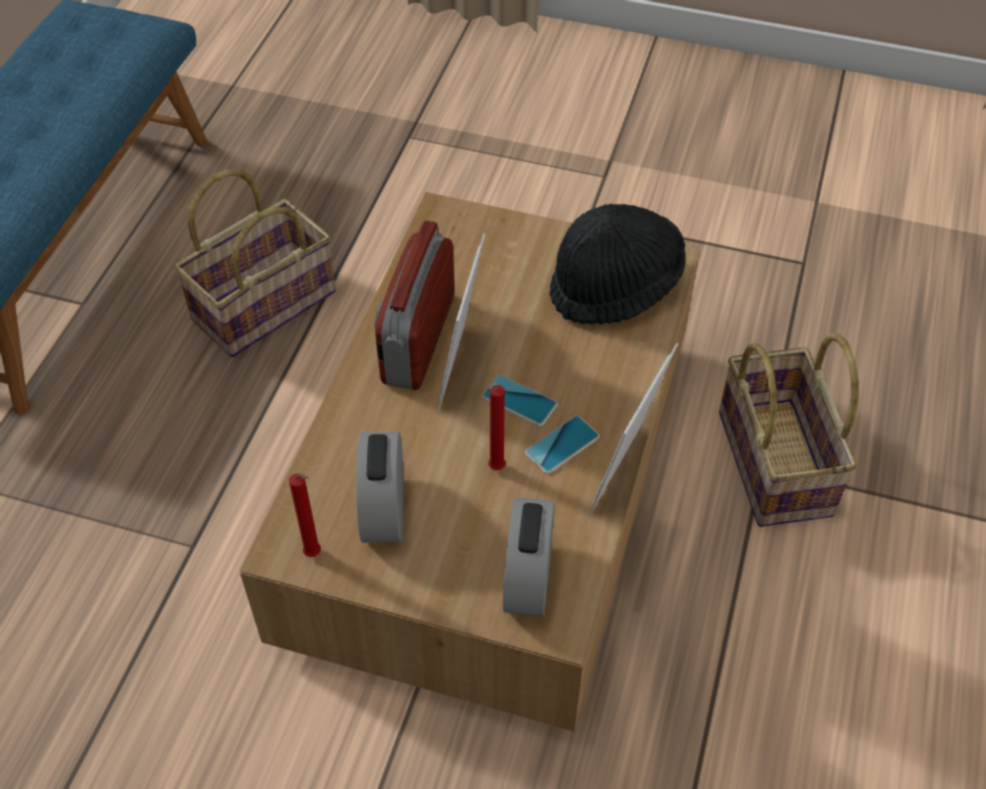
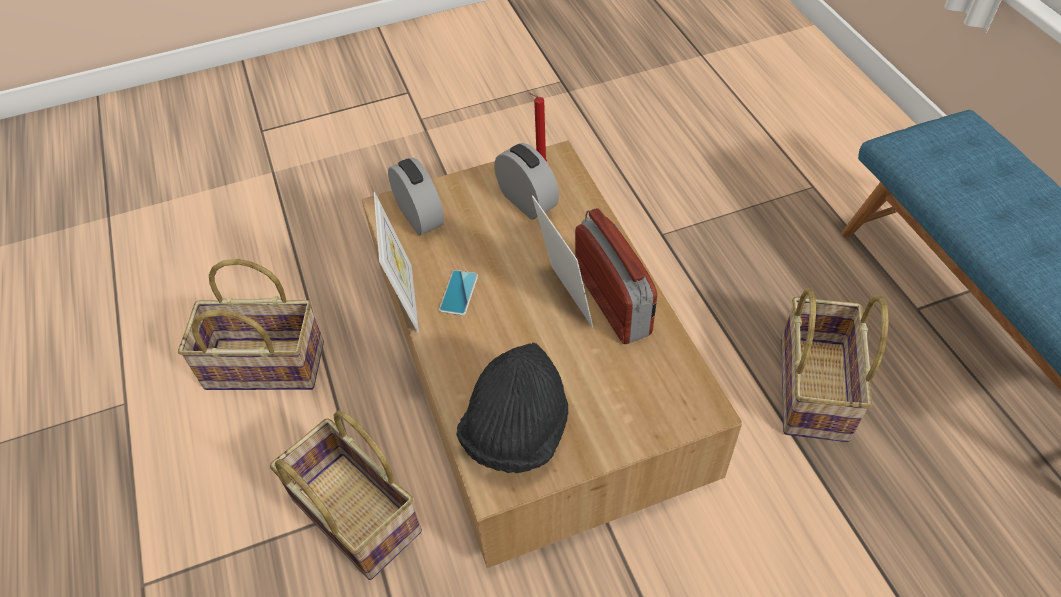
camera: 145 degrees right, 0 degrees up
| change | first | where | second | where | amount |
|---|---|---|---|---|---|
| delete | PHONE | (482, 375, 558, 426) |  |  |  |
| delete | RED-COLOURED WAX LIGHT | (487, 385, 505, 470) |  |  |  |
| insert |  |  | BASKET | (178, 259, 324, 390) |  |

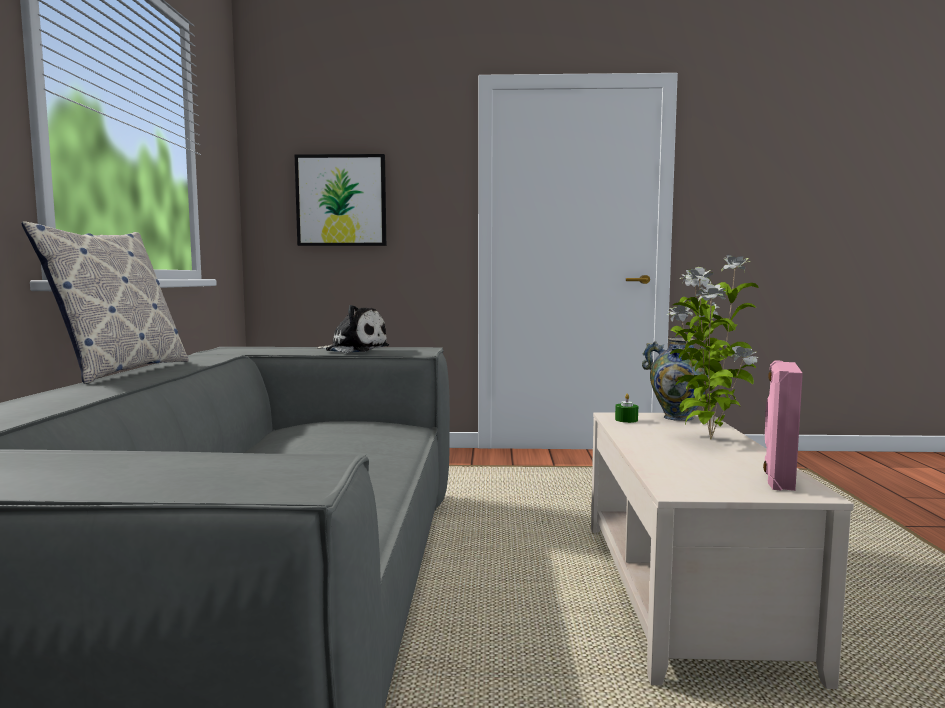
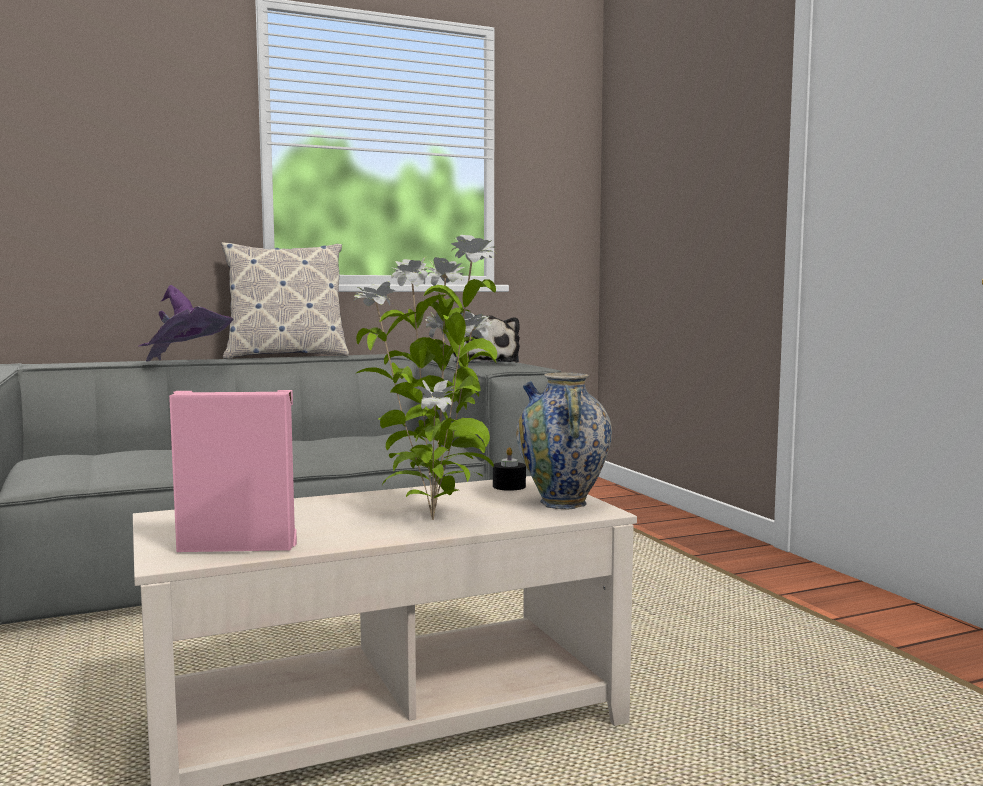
camera: 65 degrees right, 0 degrees up
| change | first | where | second | where | amount |
|---|---|---|---|---|---|
| delete | WALL PICTURE | (295, 154, 386, 246) |  |  |  |
| insert |  |  | PURPLE WEARABLE HAT | (138, 285, 233, 362) |  |
| recolor | GREEN-COLOURED WAX LIGHT | (615, 394, 638, 423) | BLACK-COLOURED WAX LIGHT | (493, 447, 526, 491) |  |

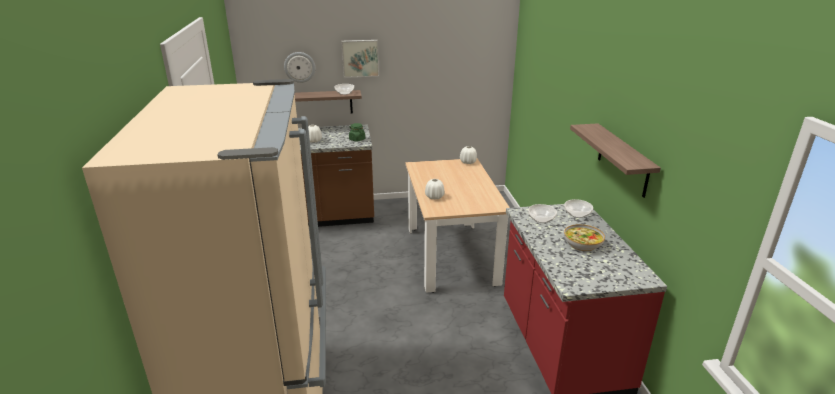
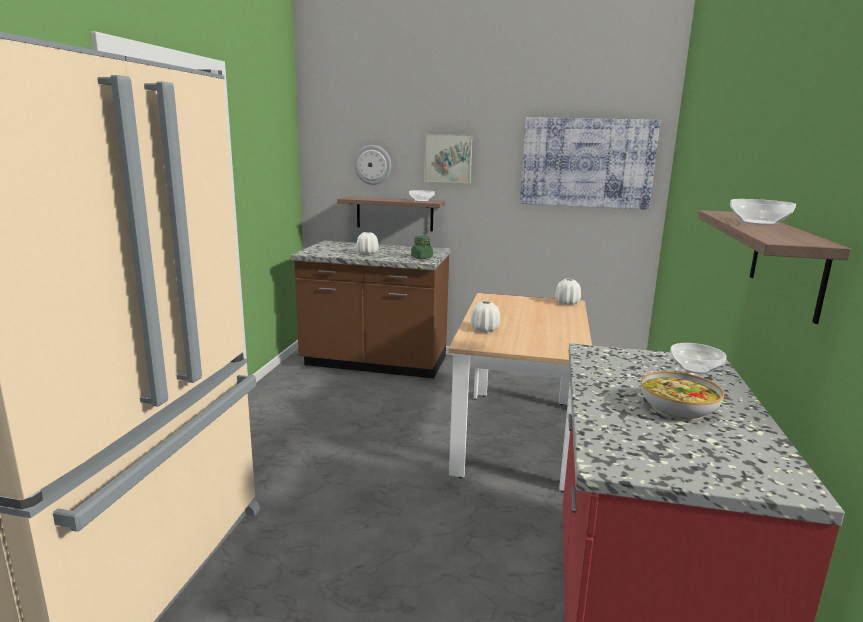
camera: 20 degrees right, 10 degrees down
| change | first | where | second | where | amount |
|---|---|---|---|---|---|
| insert |  |  | WALL PICTURE | (520, 117, 661, 210) |  |
| move | DEEP DISH | (528, 204, 557, 223) |  | (730, 199, 796, 225) |  |

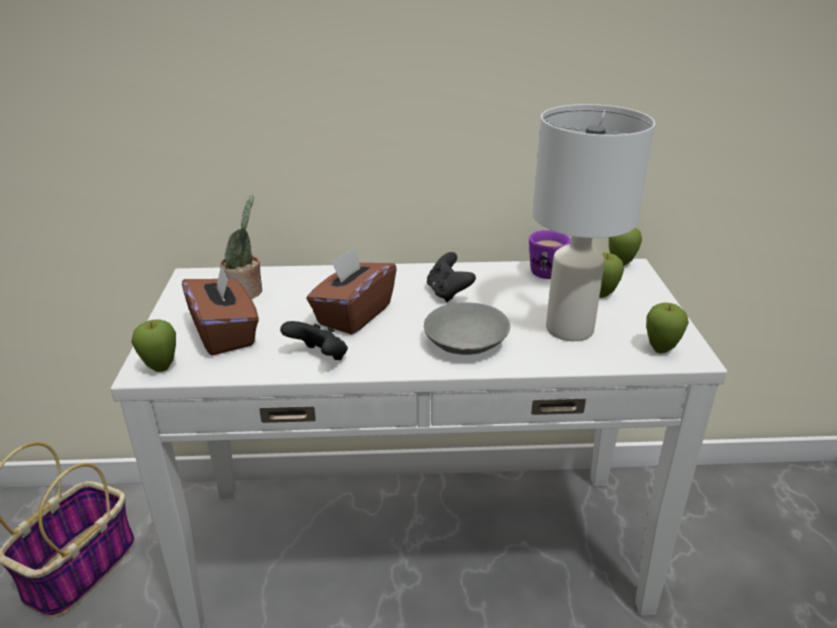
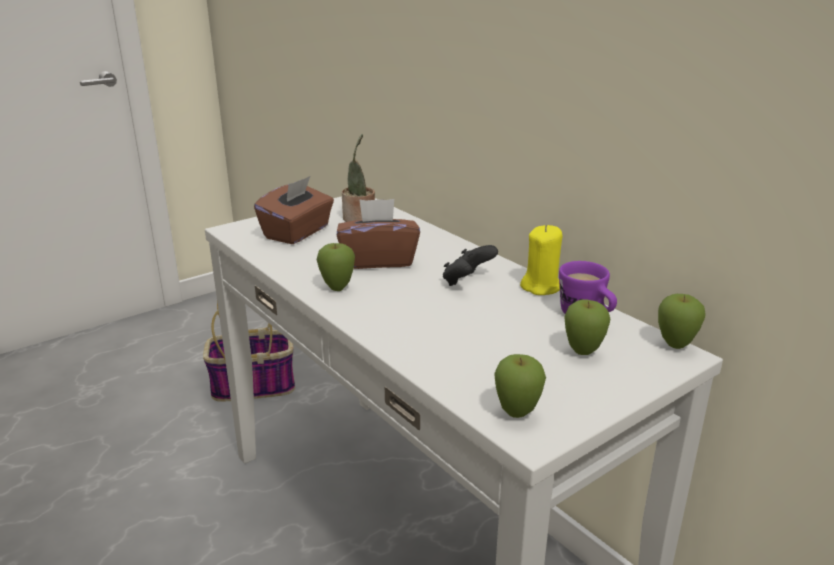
camera: 55 degrees right, 5 degrees down
| change | first | where | second | where | amount |
|---|---|---|---|---|---|
| delete | BLACK-COLOURED GAME CONTROLLER | (280, 321, 348, 360) |  |  |  |
| delete | GRAY DEEP DISH | (424, 303, 510, 355) |  |  |  |
| delete | WHITE-COLOURED TABLETOP LAMP | (532, 104, 655, 341) |  |  |  |
| insert |  |  | YELLOW-COLOURED WAX LIGHT | (520, 225, 562, 295) |  |
| move | APPLE FRUIT | (131, 320, 176, 372) |  | (316, 243, 355, 291) |  |

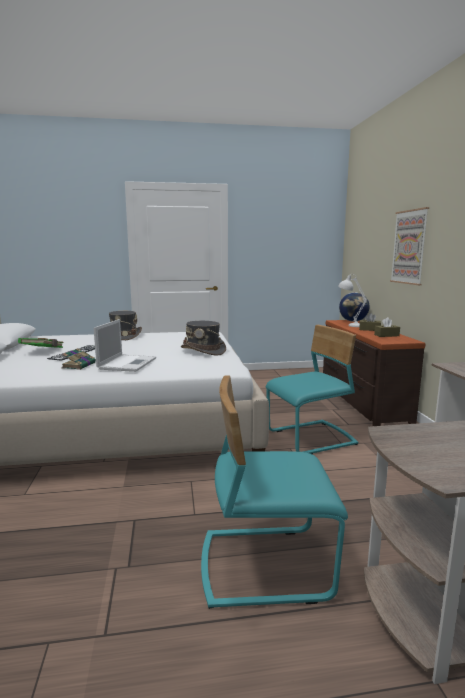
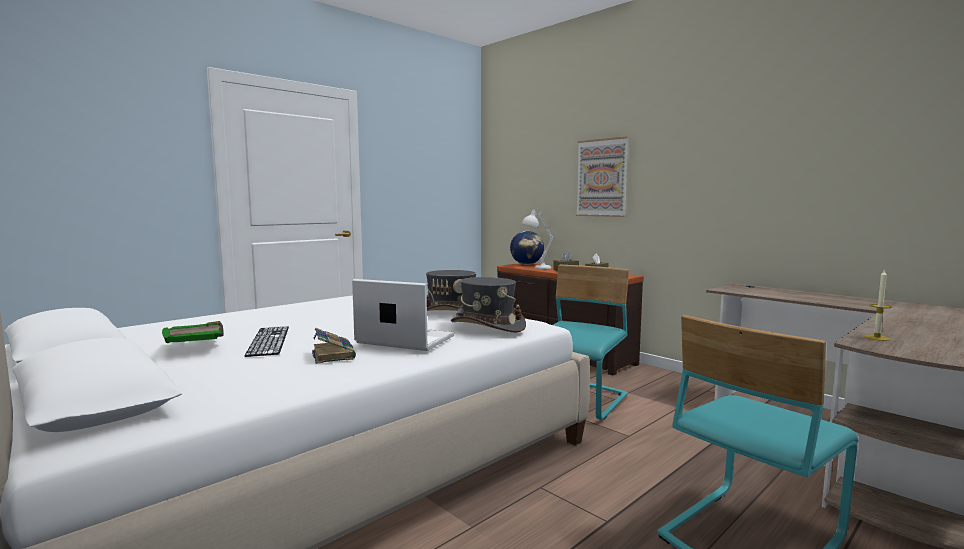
camera: 35 degrees left, 5 degrees down
| change | first | where | second | where | amount |
|---|---|---|---|---|---|
| insert |  |  | WAX LIGHT | (864, 269, 892, 341) |  |
| move | GRAY WEARABLE HAT | (109, 311, 142, 340) |  | (451, 277, 526, 333) |  |
| rotate | NOTEBOOK COMPUTER | (94, 319, 156, 372) |  | (352, 279, 454, 351) | 45 degrees counterclockwise |

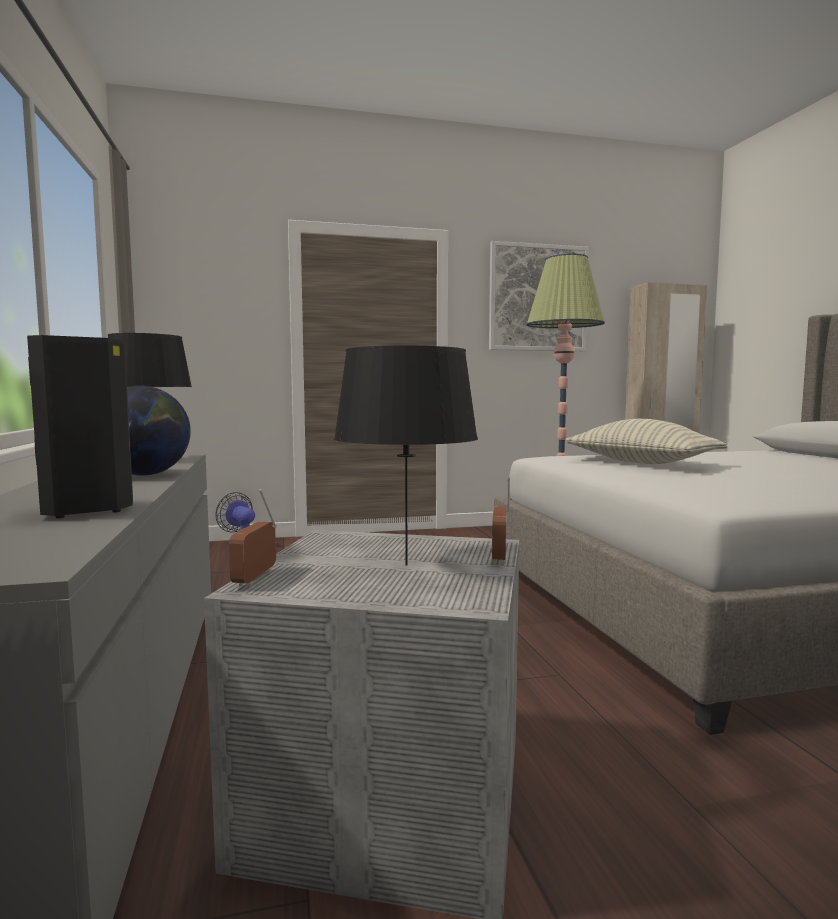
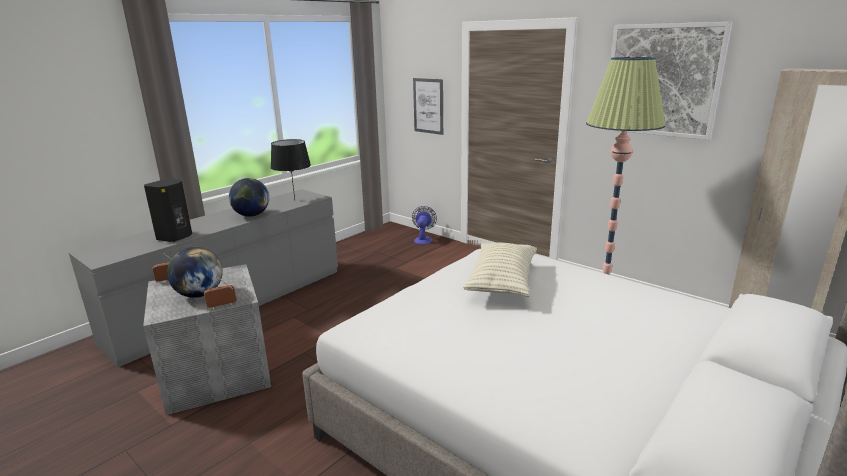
camera: 55 degrees right, 15 degrees up
| change | first | where | second | where | amount |
|---|---|---|---|---|---|
| insert |  |  | WALL PICTURE | (413, 78, 443, 135) |  |
| replace | BLACK-COLOURED TABLETOP LAMP | (334, 346, 478, 565) | WORLD GLOBE | (167, 247, 223, 298) |  |

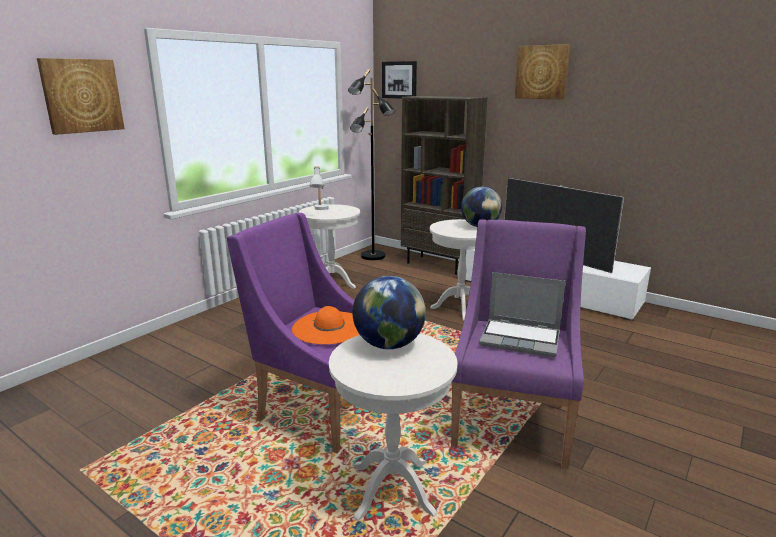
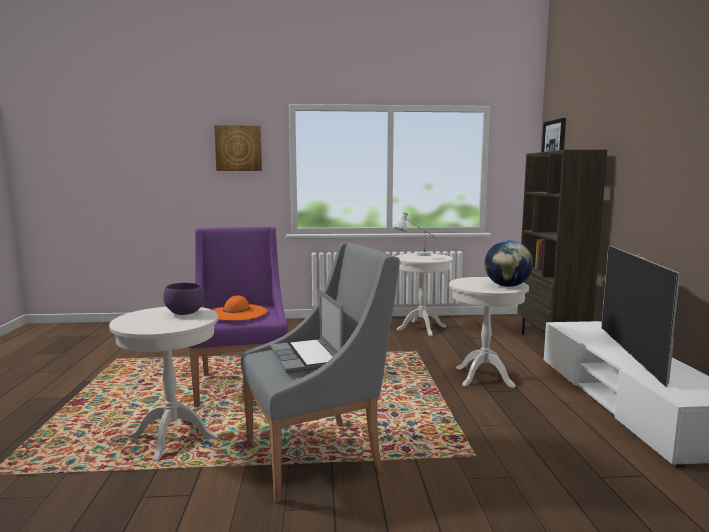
camera: 50 degrees right, 10 degrees down
| change | first | where | second | where | amount |
|---|---|---|---|---|---|
| delete | BLACK-COLOURED FLOOR LAMP | (348, 69, 395, 260) |  |  |  |
| delete | WALL PICTURE | (515, 44, 570, 100) |  |  |  |
| replace | WORLD GLOBE | (353, 276, 426, 349) | PURPLE DEEP DISH | (163, 283, 205, 315) |  |
| recolor | PURPLE LOUNGE CHAIR | (451, 219, 586, 469) | GRAY LOUNGE CHAIR | (241, 243, 400, 503) |  |

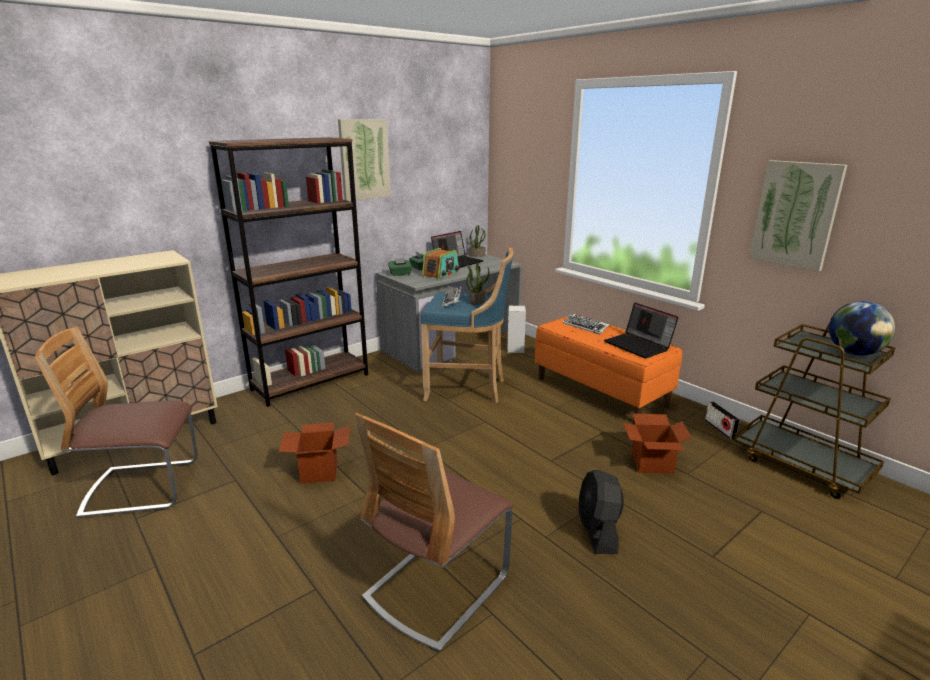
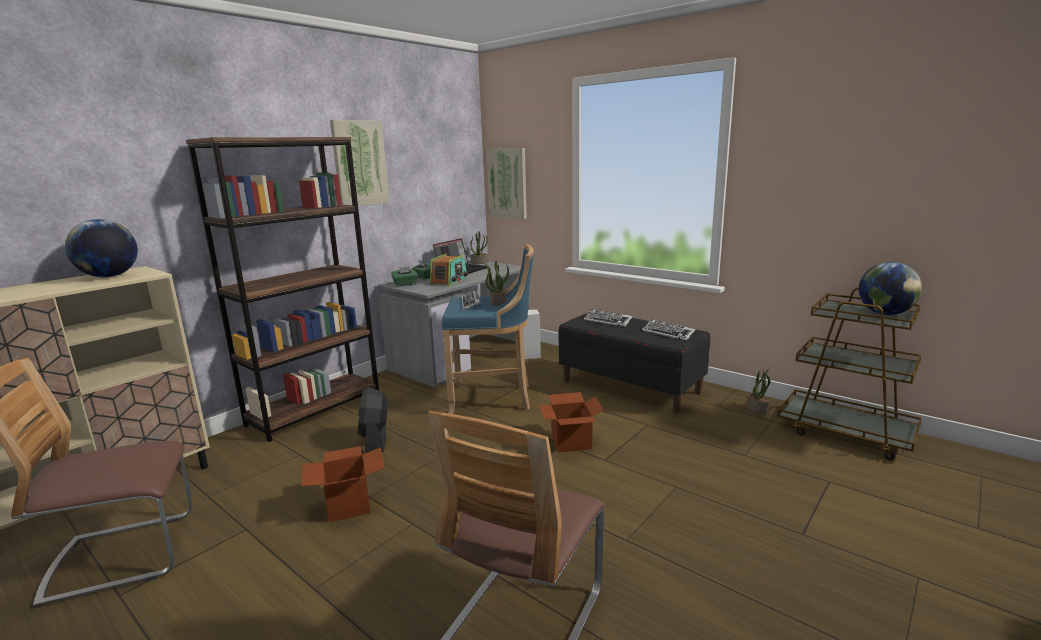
camera: 10 degrees left, 5 degrees down
| change | first | where | second | where | amount |
|---|---|---|---|---|---|
| insert |  |  | WORLD GLOBE | (65, 219, 138, 277) |  |
| move | BLACK-COLOURED COOLING FAN | (579, 470, 624, 554) |  | (358, 387, 388, 453) |  |
| move | CARDBOARD BOX | (623, 414, 692, 474) |  | (539, 392, 604, 453) |  |
| move | WALL PICTURE | (749, 160, 847, 271) |  | (487, 148, 527, 219) |  |
| replace | NOTEBOOK COMPUTER | (604, 303, 678, 358) | PC KEYBOARD | (642, 319, 695, 341) |  |
| replace | RADIO SET | (705, 402, 740, 439) | HOUSEPLANT | (746, 369, 771, 414) |  |
| recolor | ORANGE-COLOURED LONG SEAT | (535, 314, 682, 424) | BLACK-COLOURED LONG SEAT | (558, 313, 710, 414) |  |

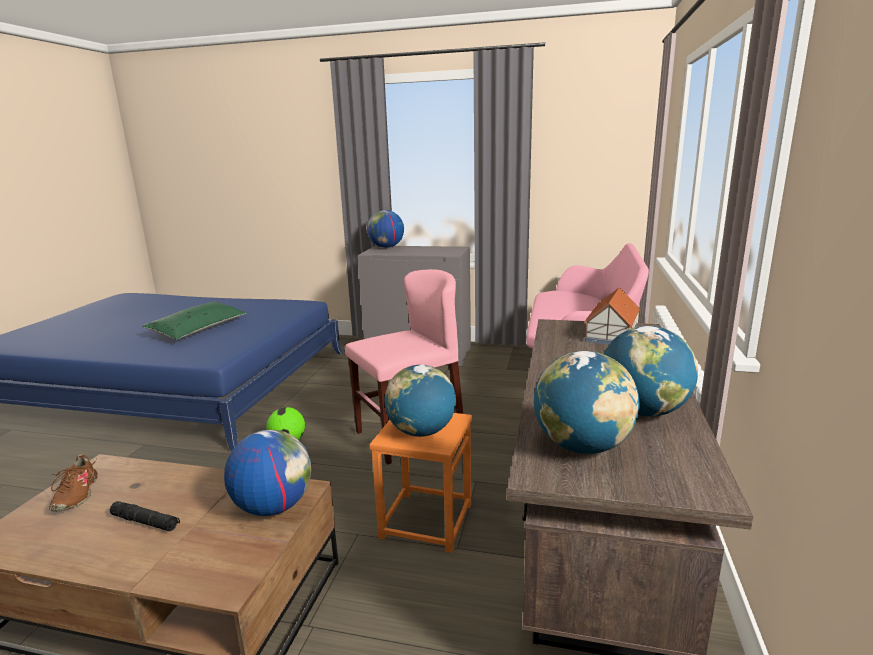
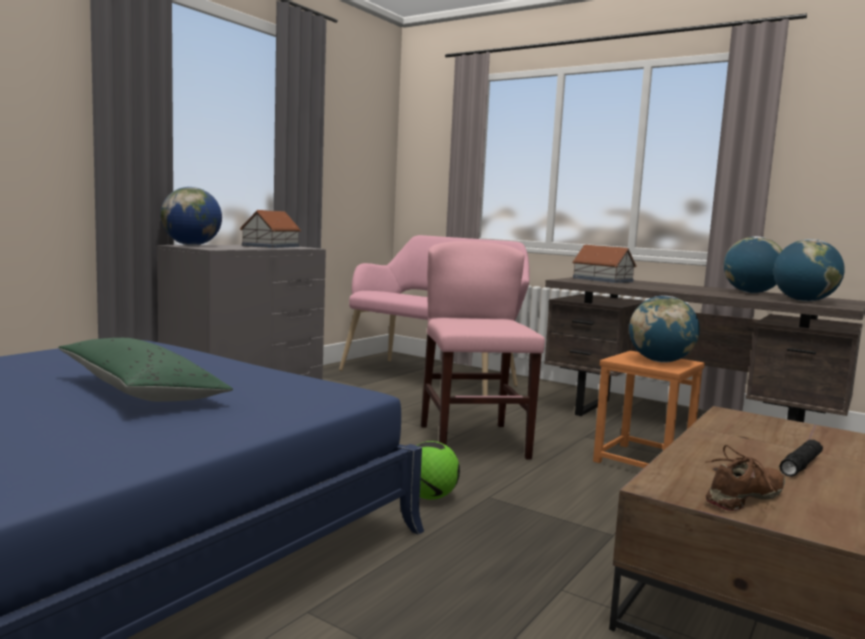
camera: 70 degrees left, 10 degrees down
| change | first | where | second | where | amount |
|---|---|---|---|---|---|
| delete | WORLD GLOBE | (224, 429, 311, 516) |  |  |  |
| insert |  |  | MODEL HOUSE | (240, 210, 301, 248) |  |
| rotate | BROWN ITEM OF FOOTWEAR | (49, 454, 98, 512) |  | (705, 445, 785, 511) | 45 degrees counterclockwise |

